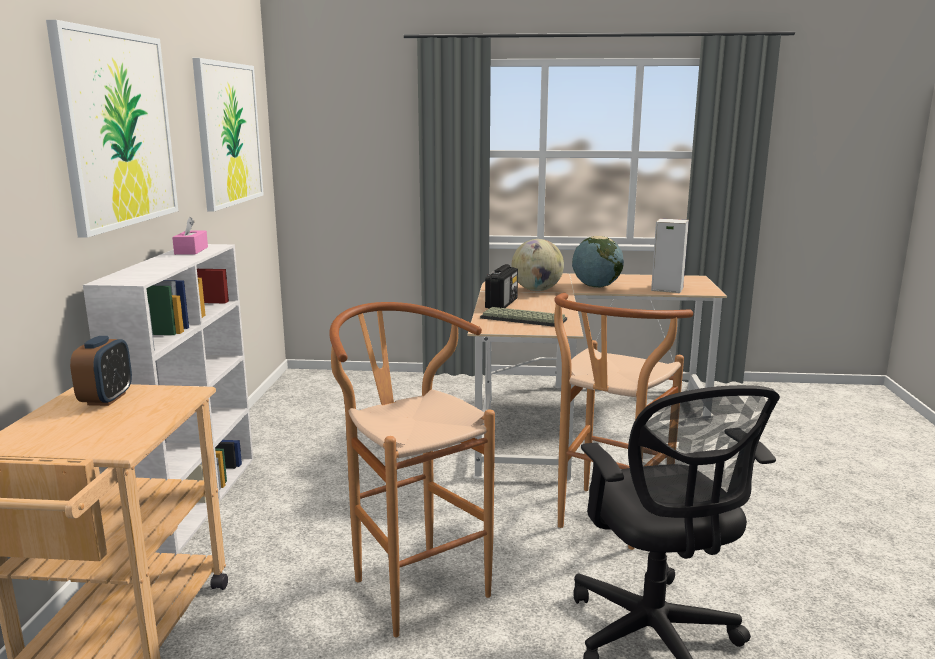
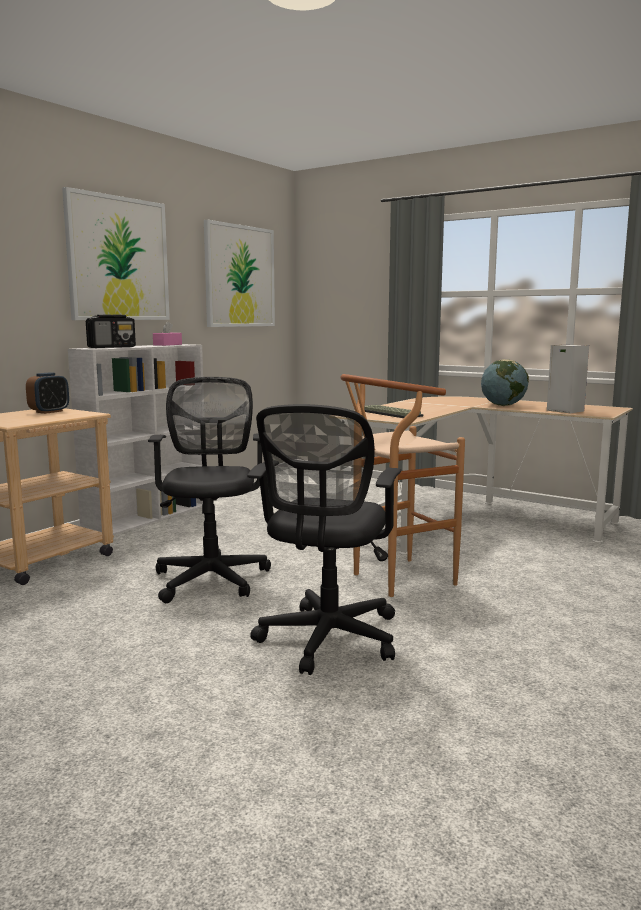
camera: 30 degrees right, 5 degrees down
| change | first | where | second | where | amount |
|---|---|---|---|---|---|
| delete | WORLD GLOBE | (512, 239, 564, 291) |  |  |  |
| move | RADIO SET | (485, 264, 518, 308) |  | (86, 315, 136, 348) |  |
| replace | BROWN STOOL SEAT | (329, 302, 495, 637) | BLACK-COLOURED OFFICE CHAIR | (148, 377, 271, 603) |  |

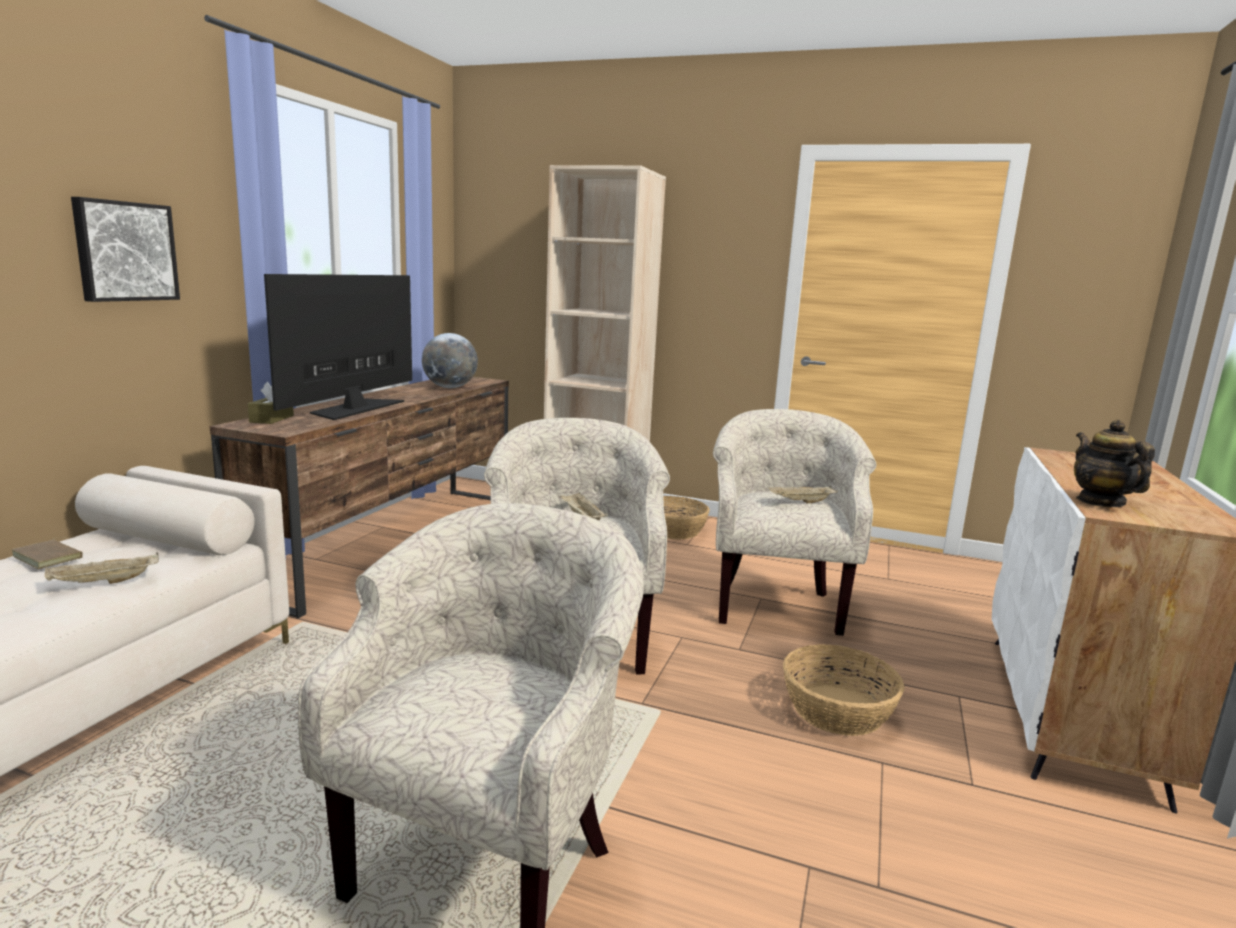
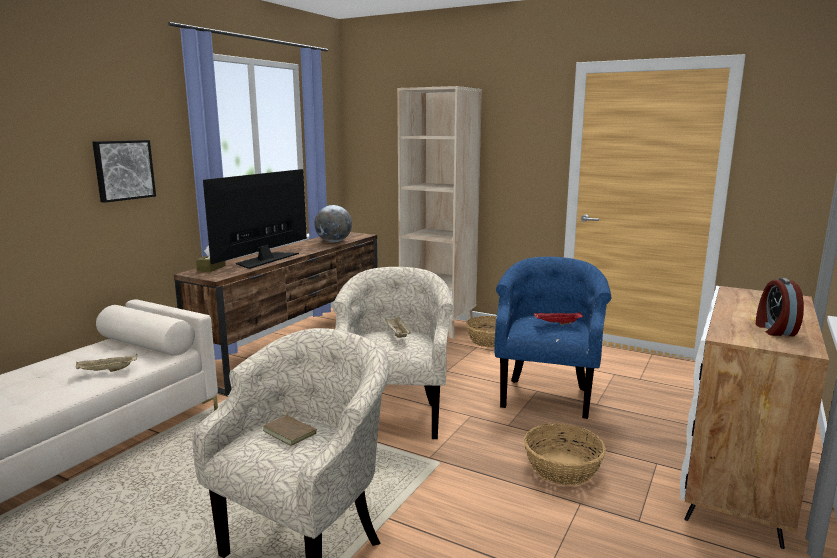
camera: 10 degrees right, 0 degrees up
| change | first | where | second | where | amount |
|---|---|---|---|---|---|
| delete | TEA POT | (1074, 419, 1155, 507) |  |  |  |
| insert |  |  | TABLE CLOCK | (756, 278, 804, 336) |  |
| move | BROWN BOOK | (12, 537, 83, 569) |  | (263, 412, 317, 446) |  |
| recolor | SAND-COLOURED LOUNGE CHAIR | (713, 409, 876, 636) | BLUE-COLOURED LOUNGE CHAIR | (494, 257, 611, 419) |  |
| recolor | SAND-COLOURED SERVING TRAY | (769, 485, 837, 503) | RED-COLOURED SERVING TRAY | (534, 312, 583, 325) |  |

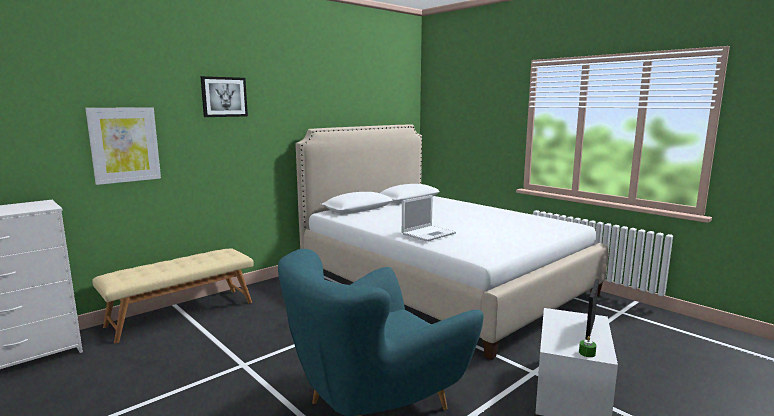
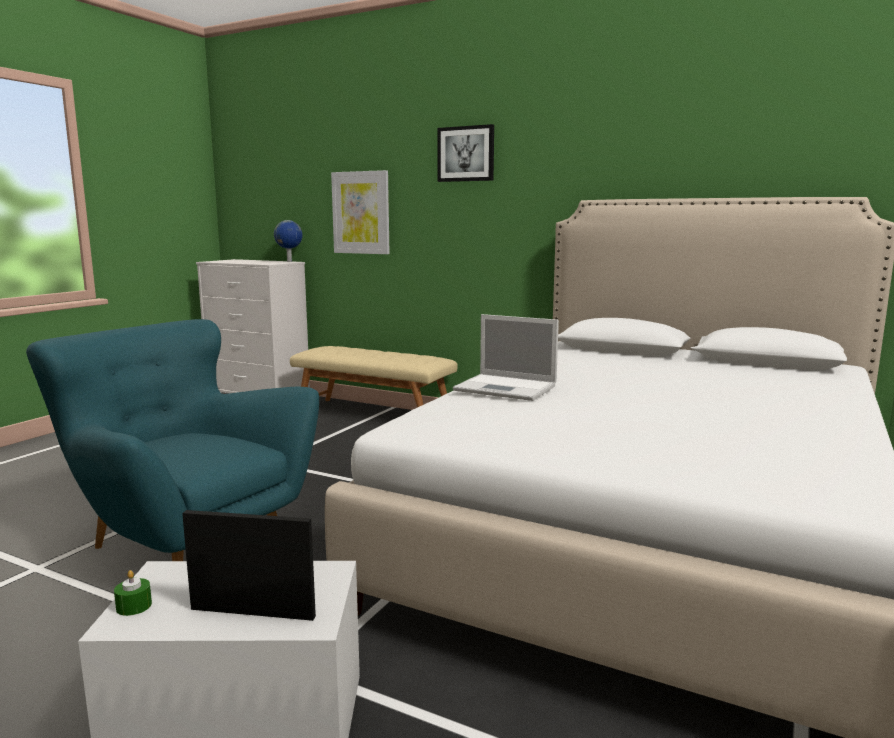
camera: 70 degrees right, 0 degrees up
| change | first | where | second | where | amount |
|---|---|---|---|---|---|
| insert |  |  | WORLD GLOBE | (274, 220, 303, 262) |  |

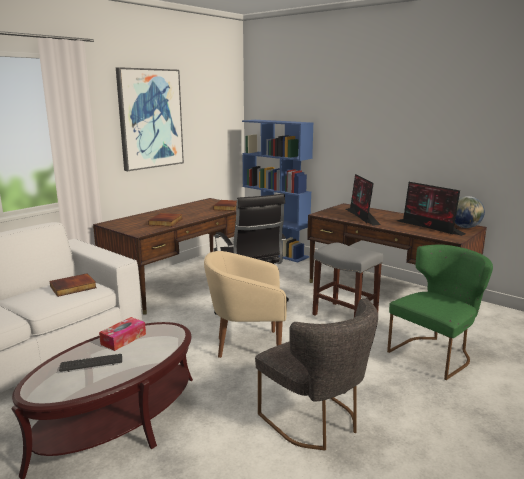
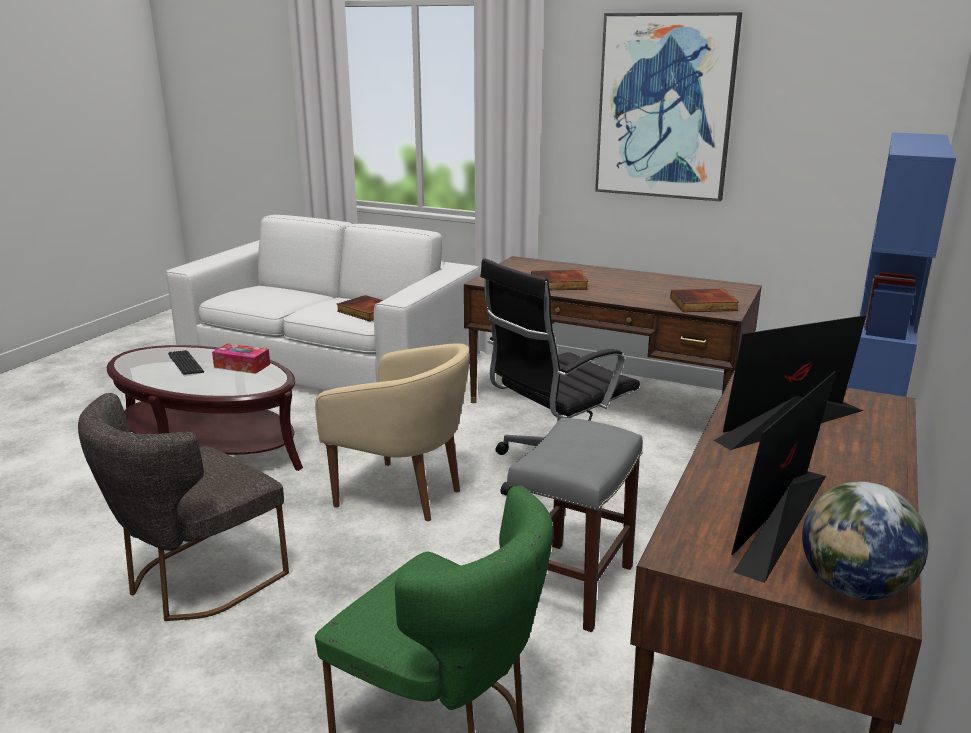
camera: 75 degrees right, 5 degrees up
| change | first | where | second | where | amount |
|---|---|---|---|---|---|
| rotate | SAND-COLOURED LOUNGE CHAIR | (204, 251, 287, 358) |  | (315, 343, 470, 521) | 135 degrees clockwise |

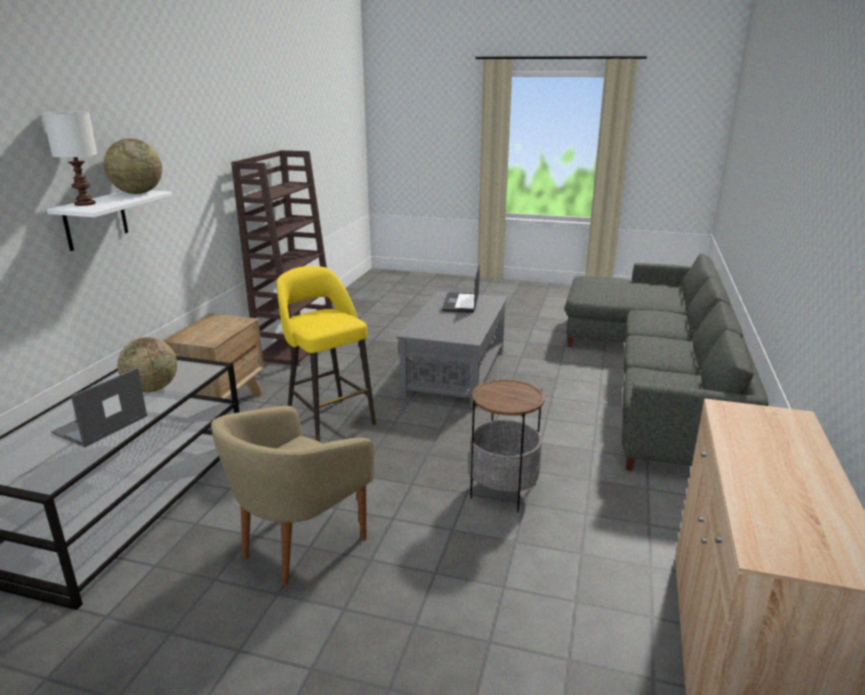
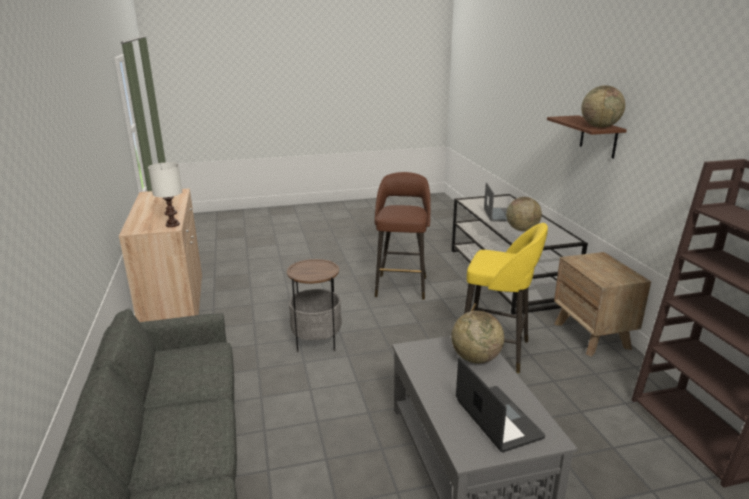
camera: 150 degrees right, 0 degrees up
| change | first | where | second | where | amount |
|---|---|---|---|---|---|
| insert |  |  | WORLD GLOBE | (451, 311, 504, 364) |  |
| move | WHITE-COLOURED TABLETOP LAMP | (42, 111, 97, 206) |  | (148, 162, 182, 227) |  |
| replace | SAND-COLOURED LOUNGE CHAIR | (211, 406, 374, 586) | BROWN STOOL SEAT | (375, 172, 431, 300) |  |
| recolor | WHITE-COLOURED WALL SHELF | (47, 190, 173, 251) | BROWN WALL SHELF | (547, 115, 627, 158) |  |

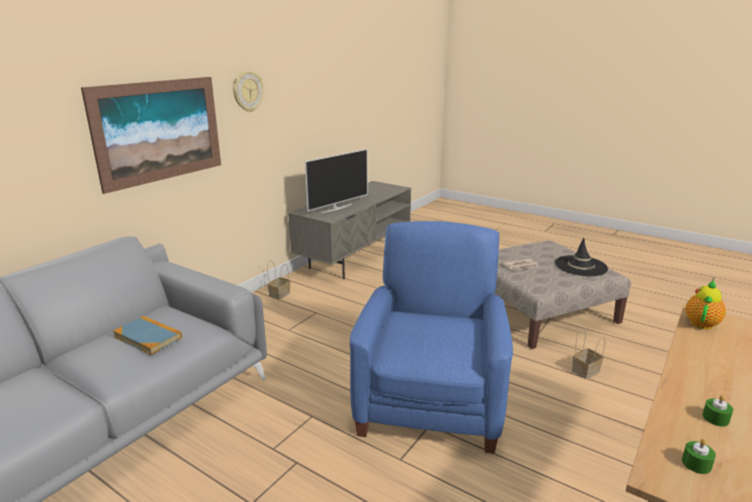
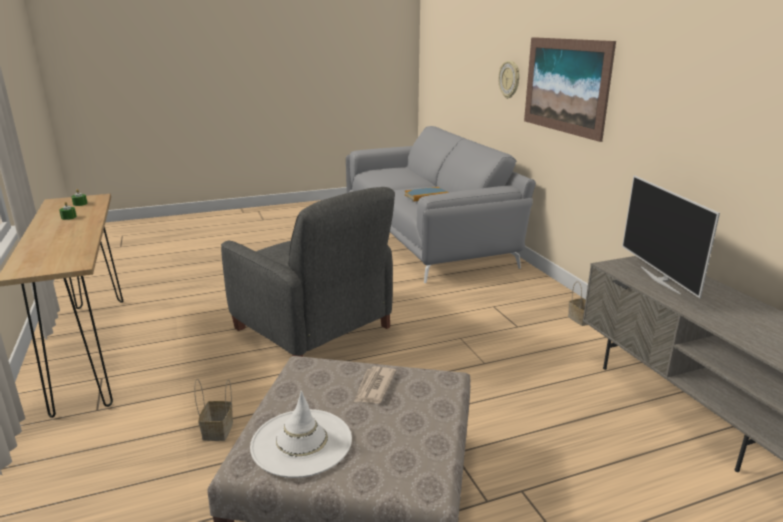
camera: 125 degrees right, 0 degrees up
| change | first | where | second | where | amount |
|---|---|---|---|---|---|
| delete | TEA POT | (686, 280, 726, 329) |  |  |  |
| move | HANGING CLOCK | (233, 71, 264, 112) |  | (499, 61, 519, 99) |  |
| recolor | BLUE-COLOURED LOUNGE CHAIR | (350, 221, 513, 454) | GRAY LOUNGE CHAIR | (221, 187, 395, 357) |  |
| recolor | BLACK-COLOURED WEARABLE HAT | (555, 238, 608, 276) | WHITE-COLOURED WEARABLE HAT | (250, 391, 352, 478) |  |

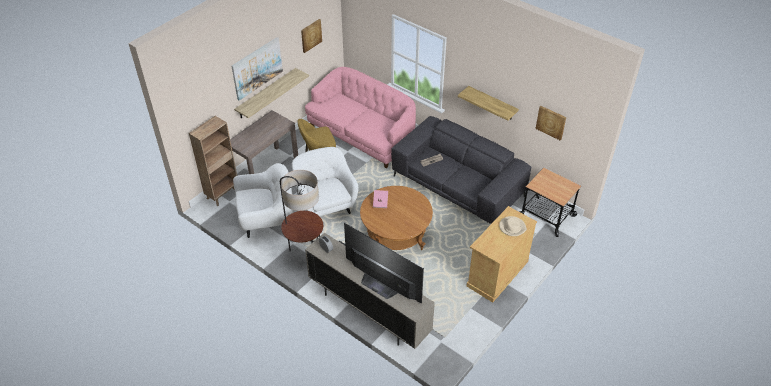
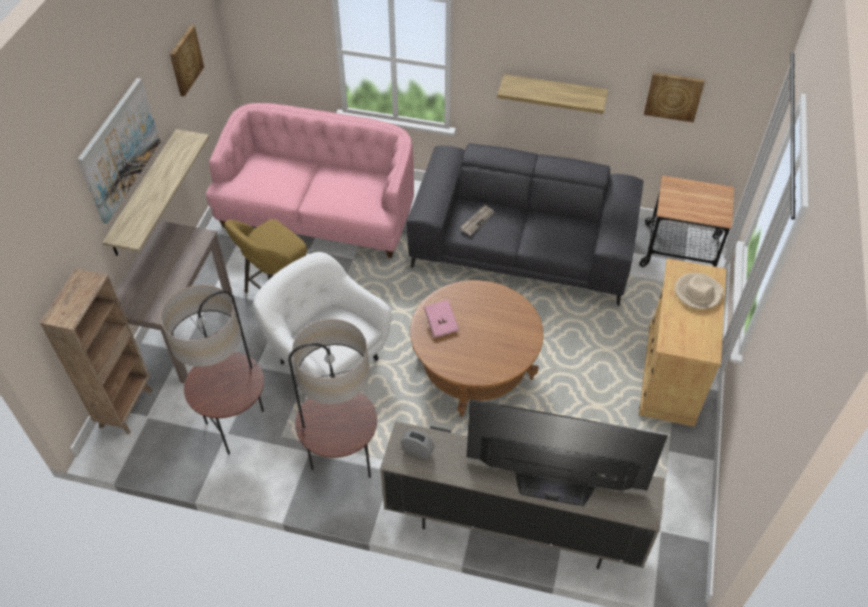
camera: 25 degrees left, 5 degrees up
| change | first | where | second | where | amount |
|---|---|---|---|---|---|
| replace | WHITE-COLOURED LOUNGE CHAIR | (233, 163, 293, 238) | FLOOR LAMP | (160, 285, 264, 455) |  |

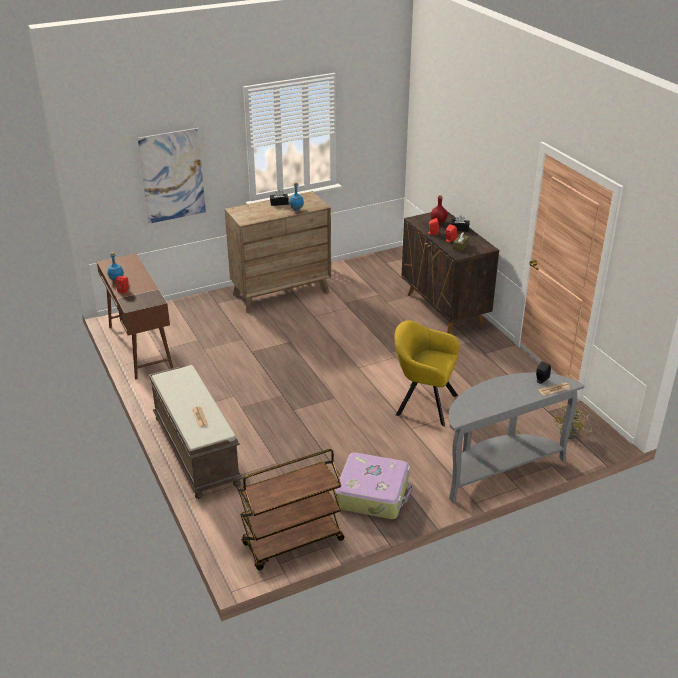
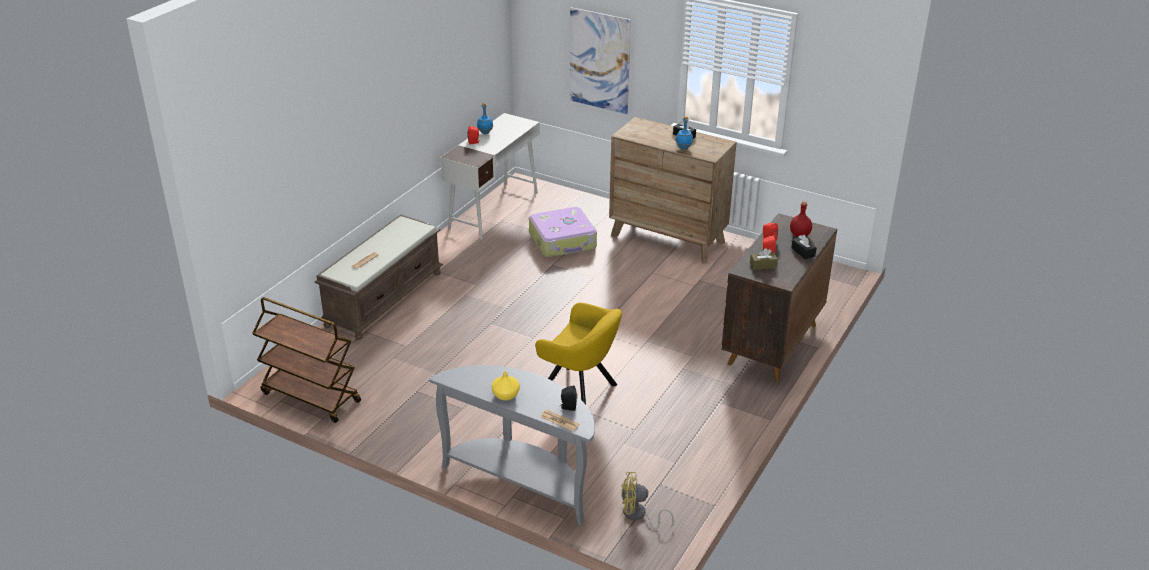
camera: 55 degrees right, 0 degrees up
| change | first | where | second | where | amount |
|---|---|---|---|---|---|
| insert |  |  | YELLOW-COLOURED DECORATIVE VASE | (492, 371, 520, 400) |  |
| move | PIECE OF LUGGAGE | (335, 453, 413, 519) |  | (529, 207, 597, 257) |  |
| recolor | BROWN DESK | (97, 254, 173, 379) | WHITE-COLOURED DESK | (441, 113, 540, 239) |  |
| rotate | YELLOW-COLOURED LOUNGE CHAIR | (394, 320, 459, 426) |  | (535, 303, 622, 404) | 135 degrees clockwise |

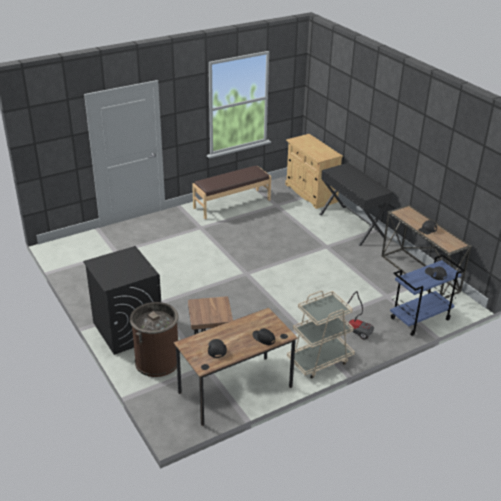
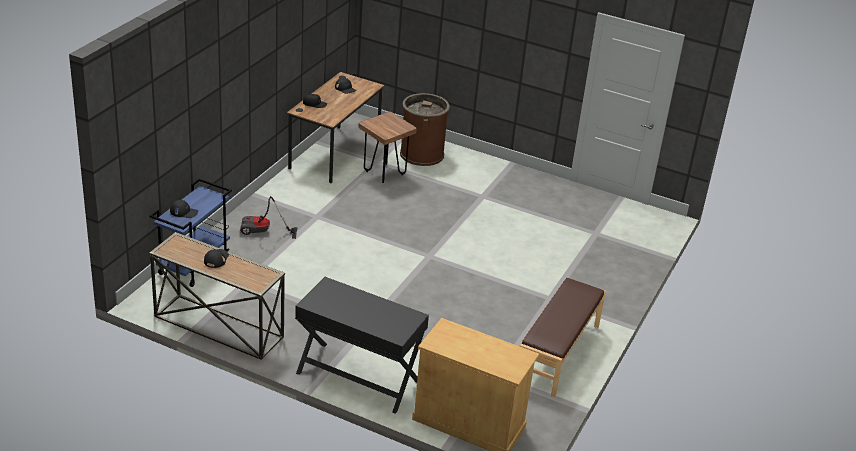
camera: 145 degrees right, 0 degrees up
| change | first | where | second | where | amount |
|---|---|---|---|---|---|
| delete | BLACK-COLOURED WASHING MACHINE | (83, 246, 161, 355) |  |  |  |
| delete | SAND-COLOURED WHEELED CART | (287, 291, 355, 379) |  |  |  |

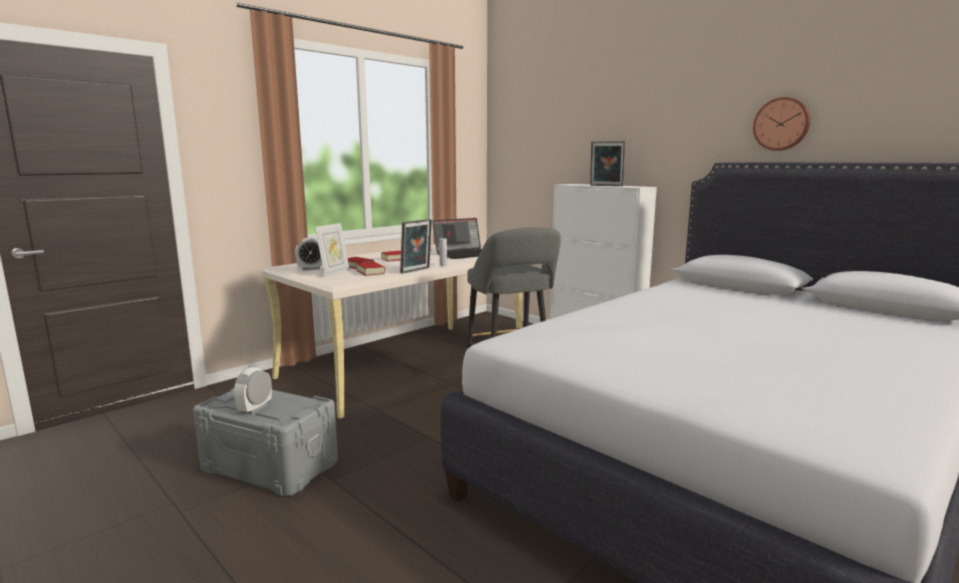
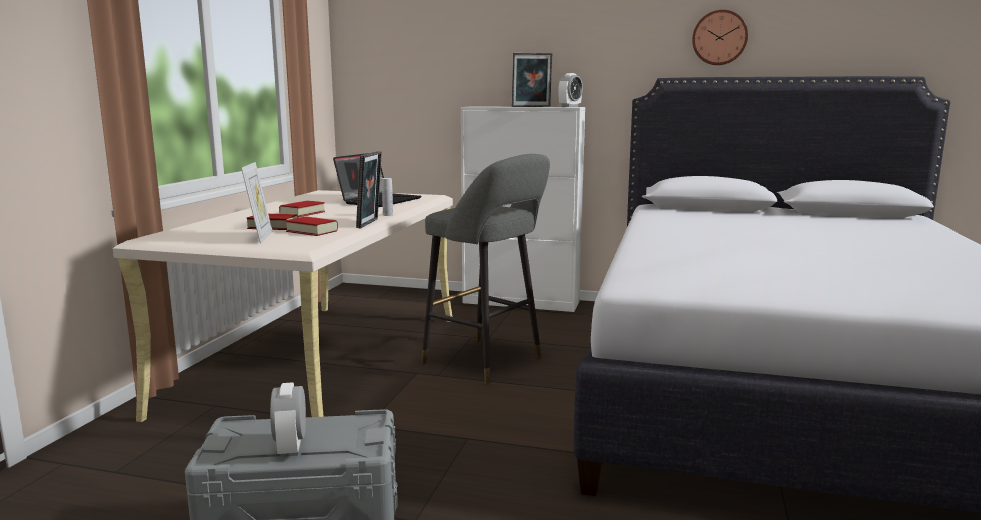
camera: 30 degrees left, 0 degrees up
| change | first | where | second | where | amount |
|---|---|---|---|---|---|
| move | TABLE CLOCK | (295, 238, 322, 270) |  | (558, 73, 583, 107) |  |

